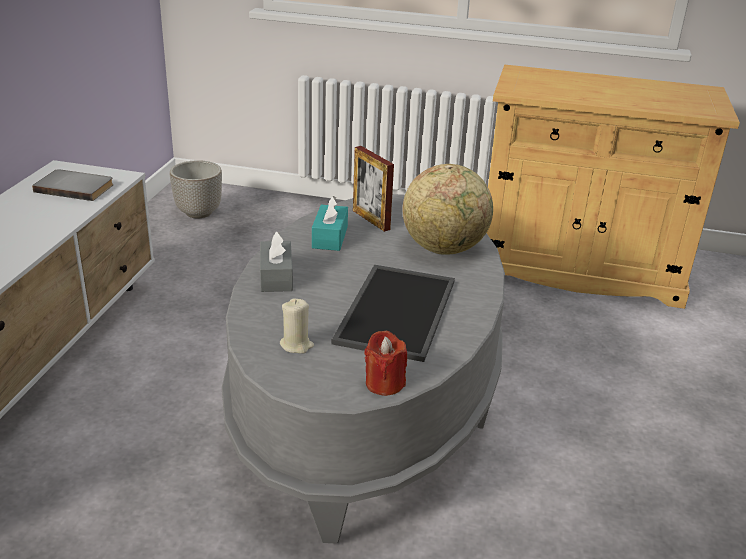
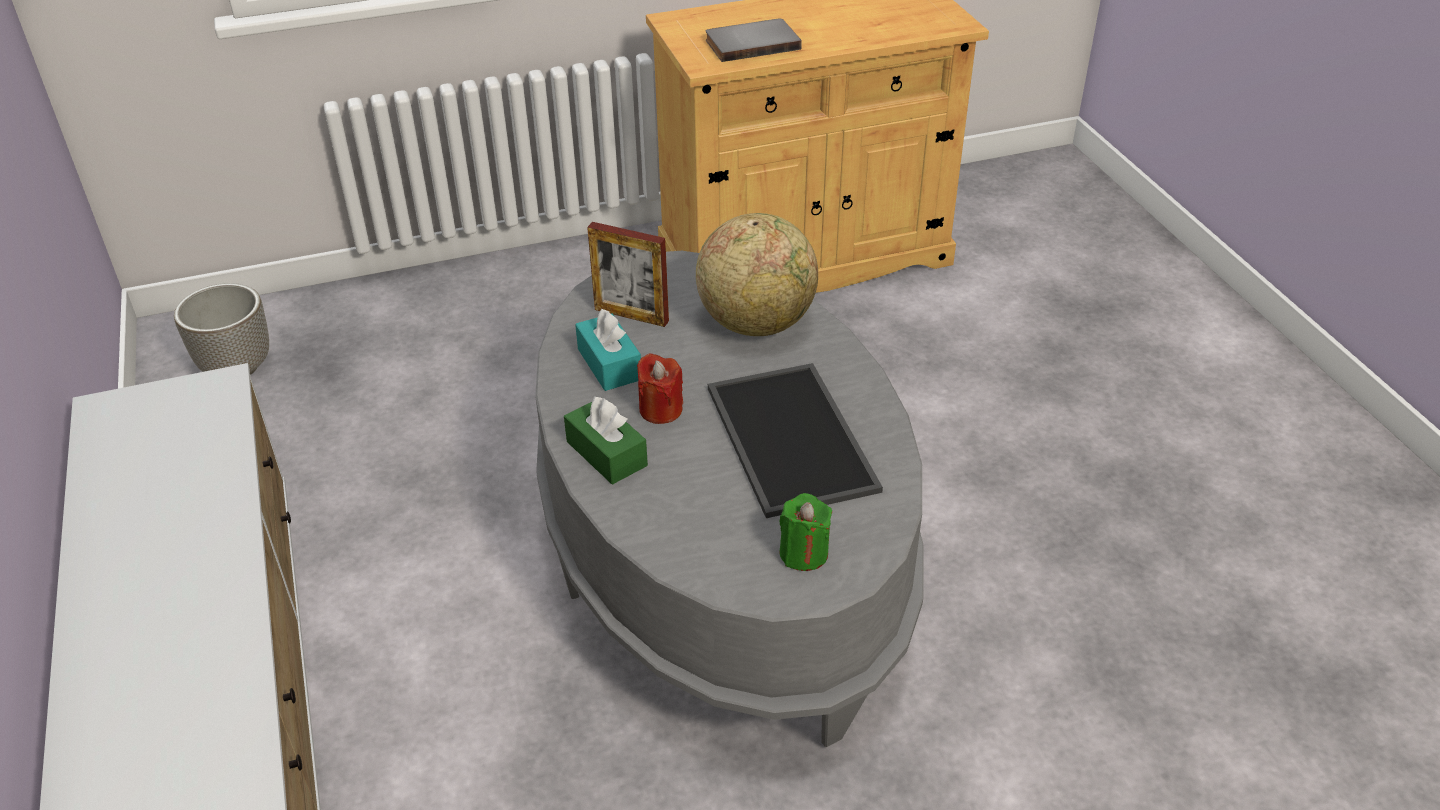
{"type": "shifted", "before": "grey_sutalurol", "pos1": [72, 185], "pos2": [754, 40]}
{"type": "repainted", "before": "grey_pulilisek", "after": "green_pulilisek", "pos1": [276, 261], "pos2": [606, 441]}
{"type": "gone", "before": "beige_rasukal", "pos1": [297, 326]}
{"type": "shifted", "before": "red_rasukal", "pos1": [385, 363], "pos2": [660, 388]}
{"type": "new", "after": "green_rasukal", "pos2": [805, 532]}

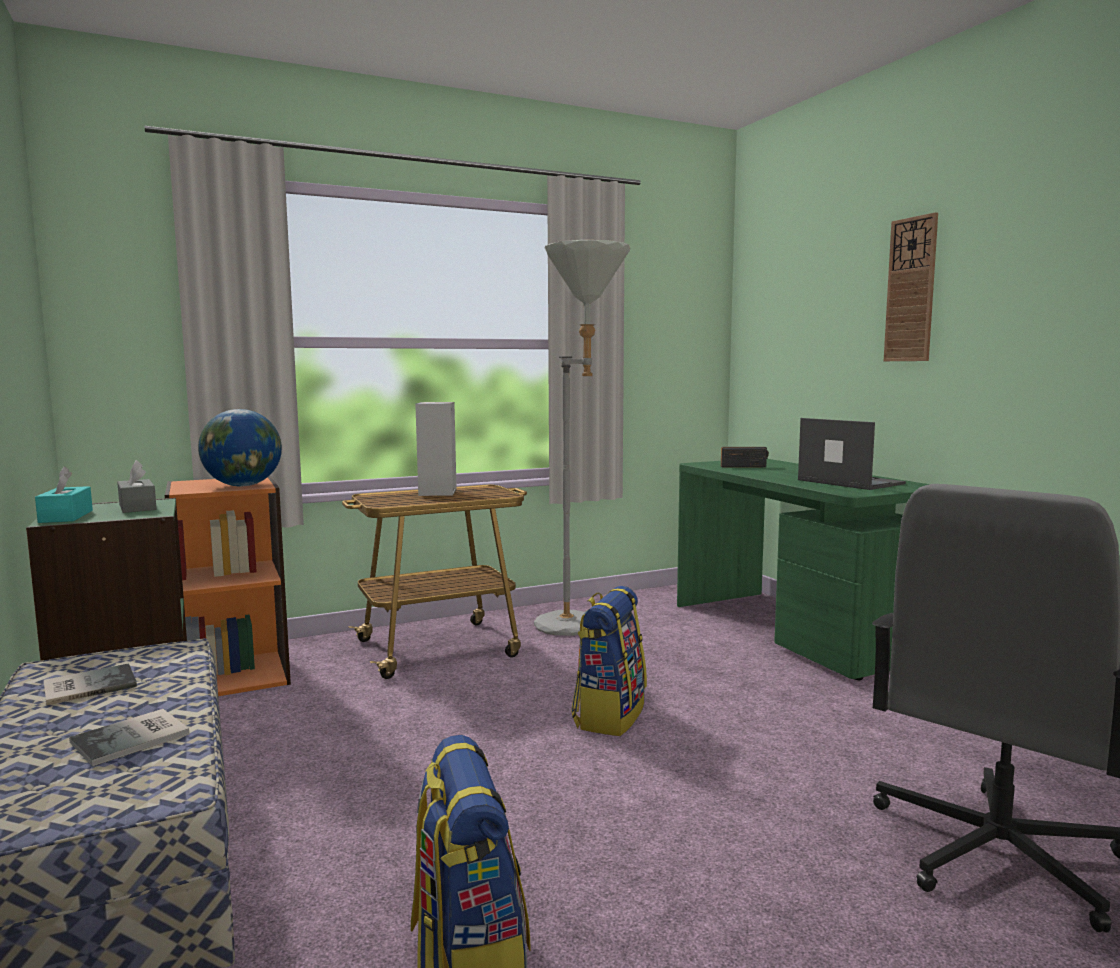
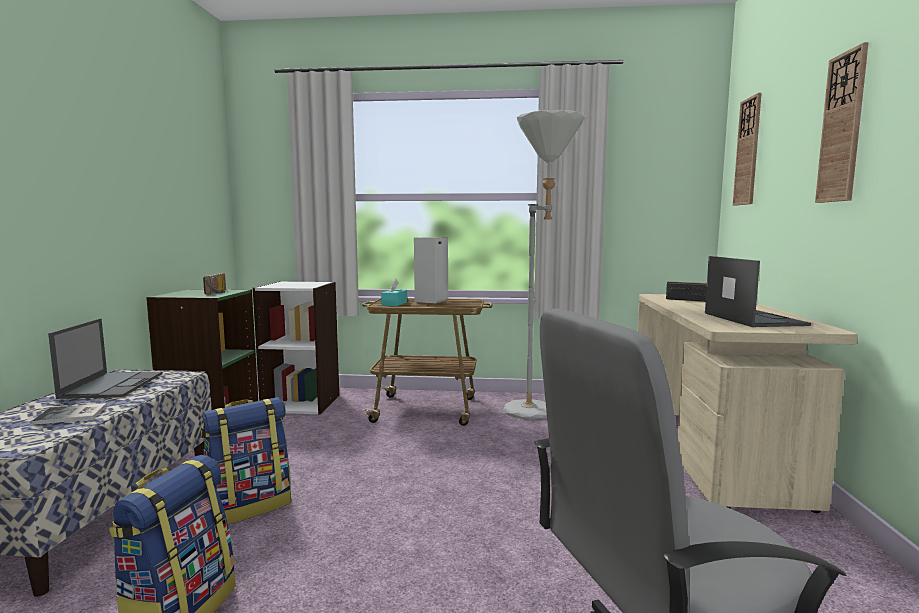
{"type": "gone", "before": "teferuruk", "pos1": [240, 447]}
{"type": "repainted", "before": "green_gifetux", "after": "beige_gifetux", "pos1": [803, 569], "pos2": [748, 403]}
{"type": "swapped", "before": "grey_pulilisek", "after": "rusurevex", "pos1": [137, 486], "pos2": [214, 284]}
{"type": "shifted", "before": "turquoise_pulilisek", "pos1": [64, 494], "pos2": [394, 292]}
{"type": "repainted", "before": "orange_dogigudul", "after": "white_dogigudul", "pos1": [228, 586], "pos2": [296, 348]}
{"type": "shifted", "before": "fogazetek", "pos1": [609, 661], "pos2": [246, 460]}
{"type": "swapped", "before": "sutalurol", "after": "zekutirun", "pos1": [90, 684], "pos2": [105, 358]}
{"type": "new", "after": "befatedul", "pos2": [747, 149]}

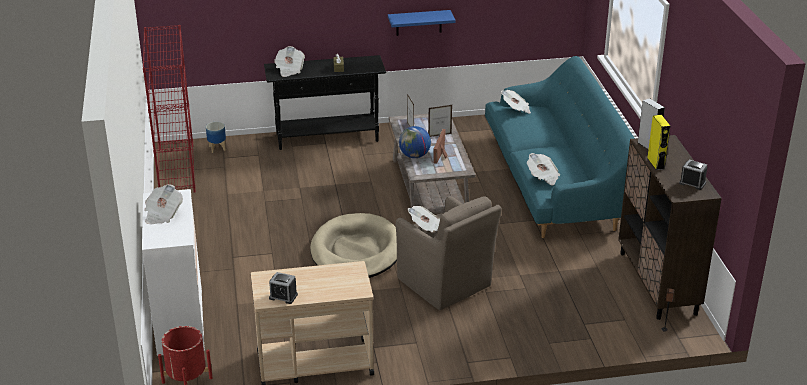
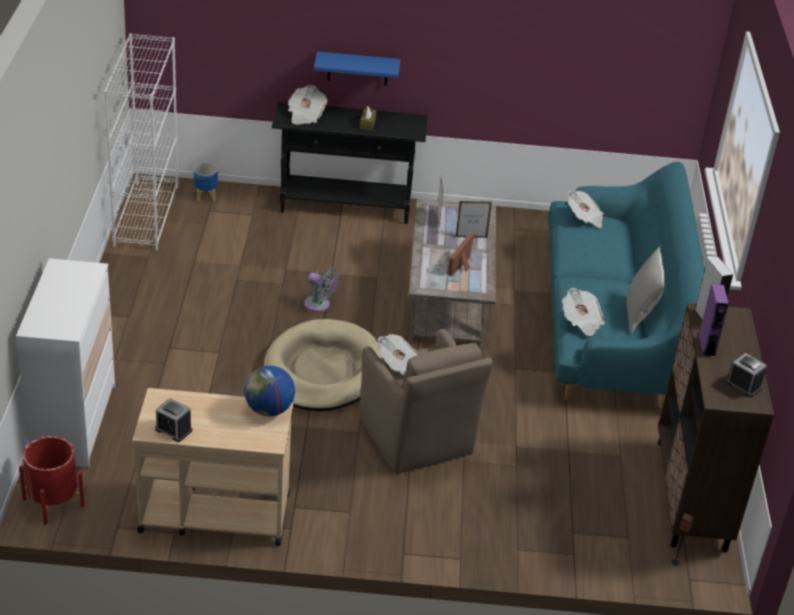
{"type": "shifted", "before": "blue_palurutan", "pos1": [421, 23], "pos2": [357, 68]}
{"type": "repainted", "before": "red_dogigudul", "after": "white_dogigudul", "pos1": [169, 109], "pos2": [141, 142]}
{"type": "repainted", "before": "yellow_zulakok", "after": "purple_zulakok", "pos1": [658, 142], "pos2": [713, 320]}
{"type": "shifted", "before": "teferuruk", "pos1": [415, 142], "pos2": [269, 391]}
{"type": "gone", "before": "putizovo", "pos1": [163, 204]}
{"type": "new", "after": "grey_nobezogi", "pos2": [645, 290]}
{"type": "new", "after": "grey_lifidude", "pos2": [321, 289]}

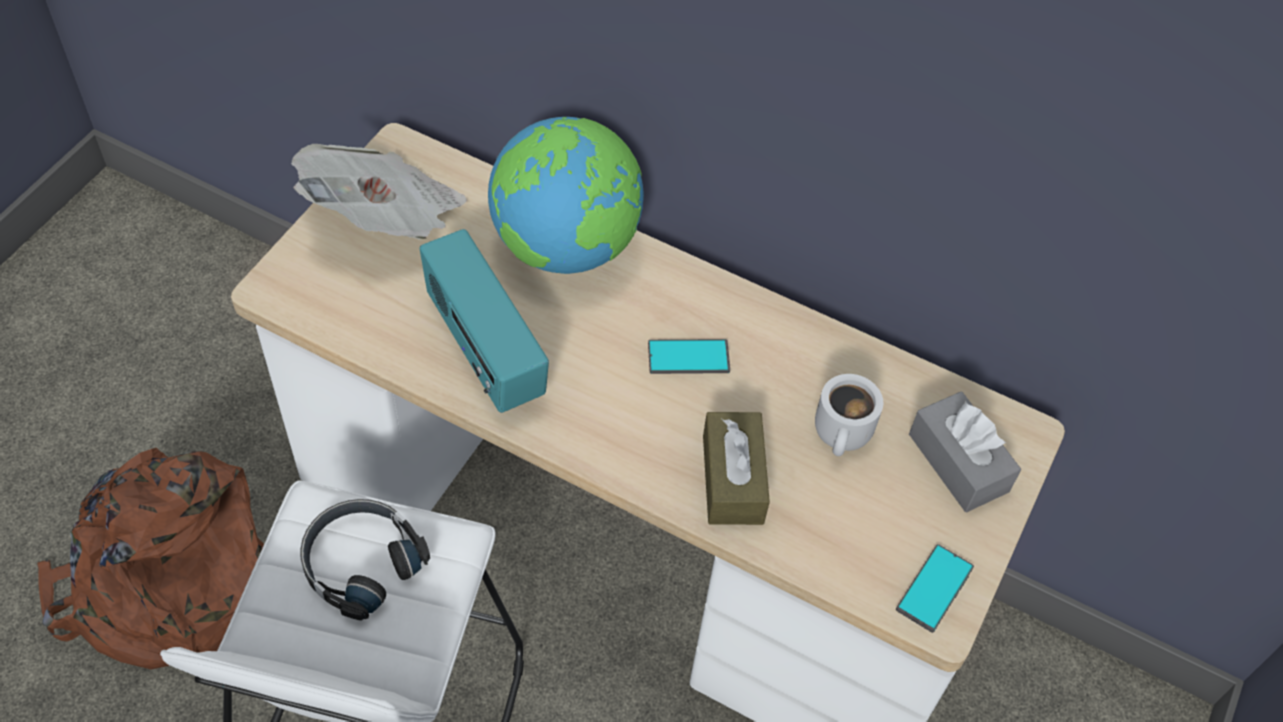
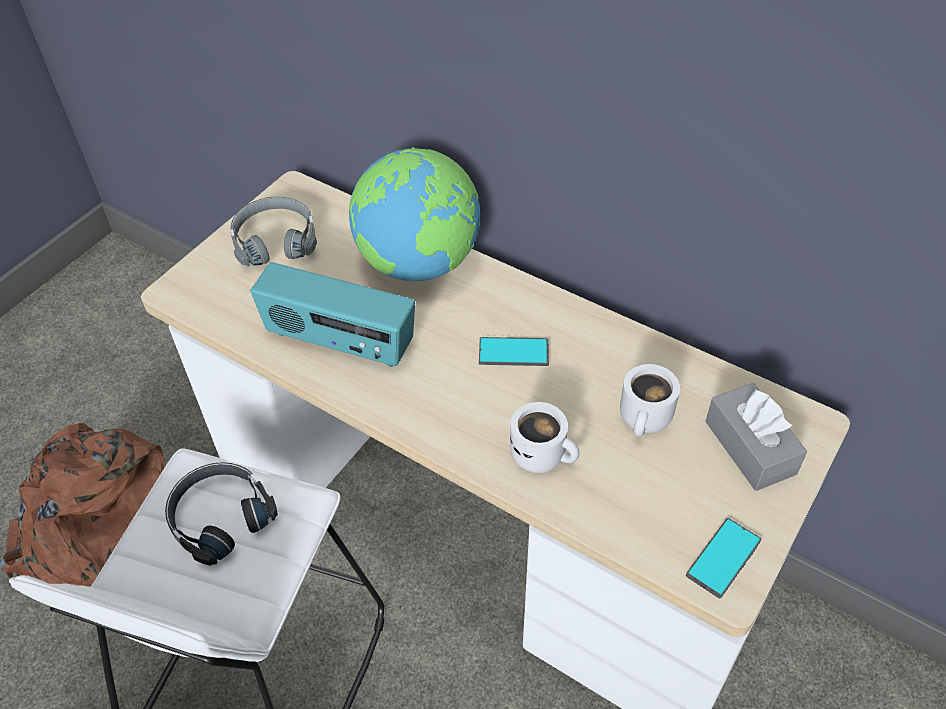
{"type": "swapped", "before": "putizovo", "after": "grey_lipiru", "pos1": [379, 191], "pos2": [274, 232]}
{"type": "rotated", "before": "rusurevex", "pos1": [484, 321], "pos2": [332, 314], "turn": -45}
{"type": "swapped", "before": "brown_pulilisek", "after": "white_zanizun", "pos1": [736, 468], "pos2": [544, 437]}

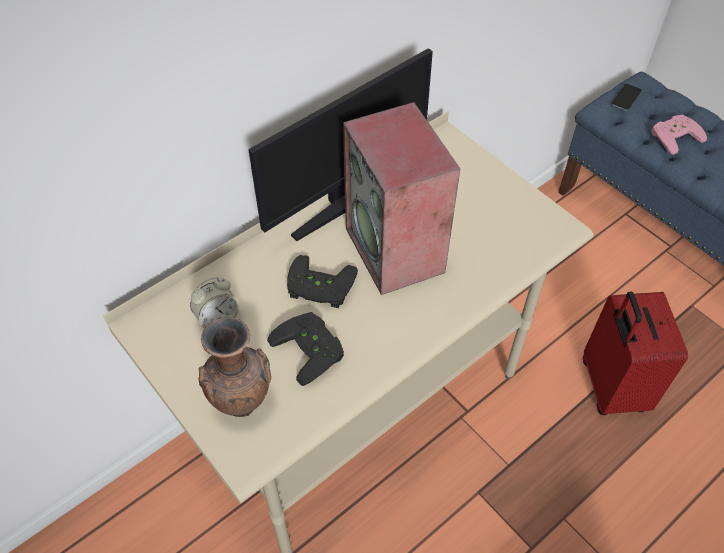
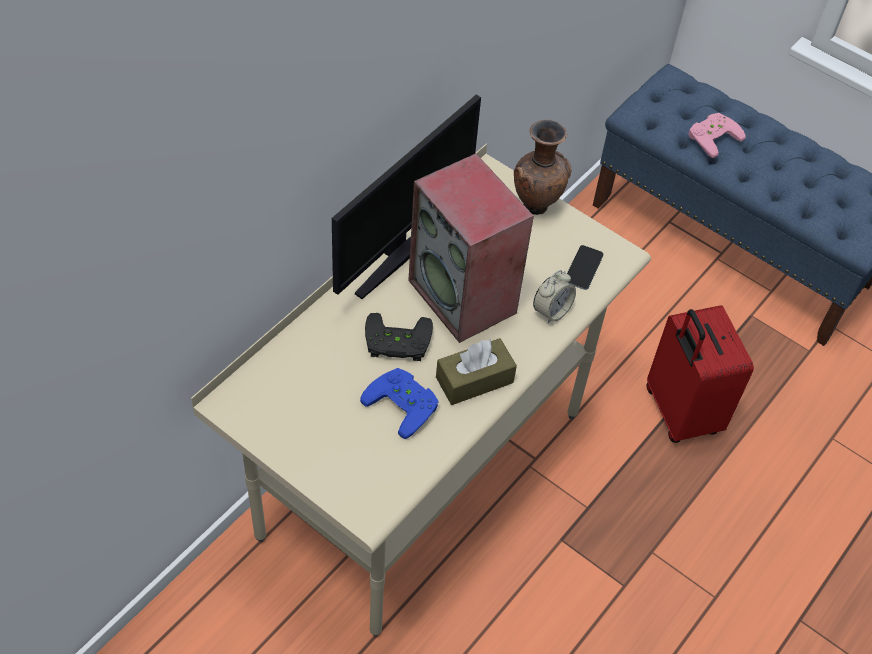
{"type": "shifted", "before": "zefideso", "pos1": [626, 97], "pos2": [585, 267]}
{"type": "shifted", "before": "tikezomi", "pos1": [215, 302], "pos2": [554, 297]}
{"type": "repainted", "before": "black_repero", "after": "blue_repero", "pos1": [305, 349], "pos2": [399, 403]}
{"type": "shifted", "before": "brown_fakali", "pos1": [235, 367], "pos2": [543, 167]}
{"type": "new", "after": "brown_pulilisek", "pos2": [476, 371]}

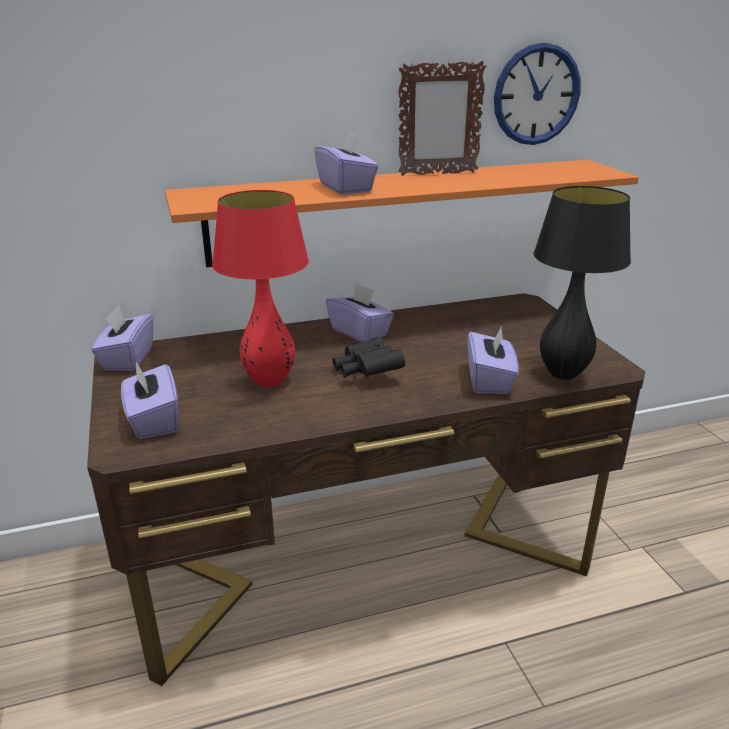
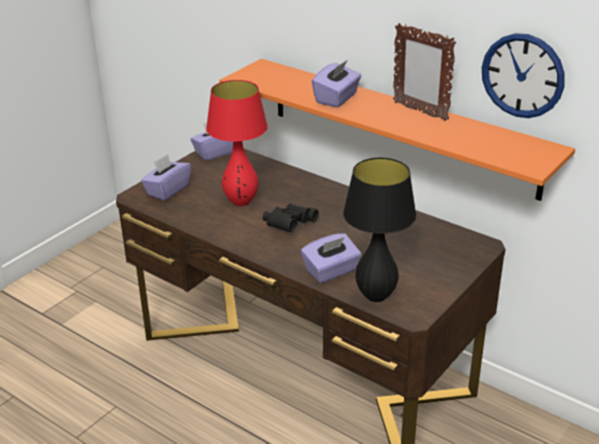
{"type": "gone", "before": "purple_pulilisek", "pos1": [360, 312]}

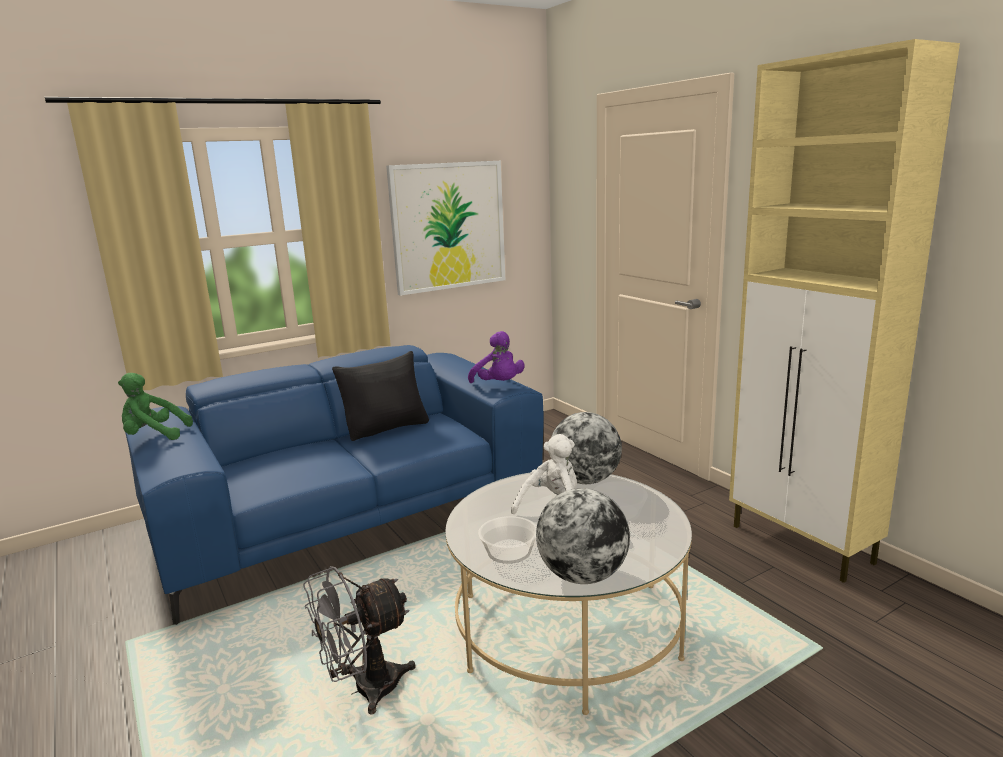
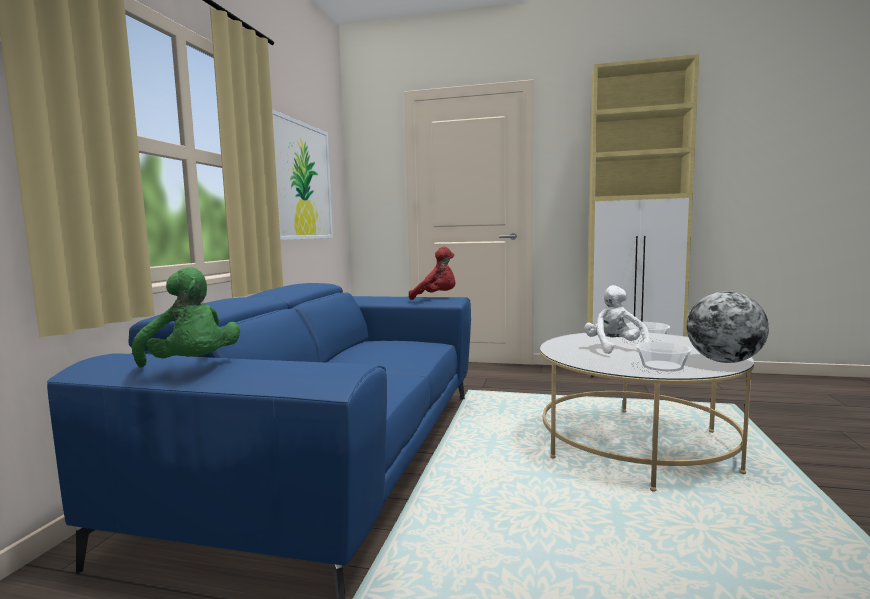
{"type": "repainted", "before": "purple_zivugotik", "after": "red_zivugotik", "pos1": [496, 357], "pos2": [432, 273]}
{"type": "gone", "before": "black_nobezogi", "pos1": [380, 396]}
{"type": "rotated", "before": "green_zivugotik", "pos1": [155, 406], "pos2": [186, 317], "turn": -90}
{"type": "gone", "before": "teferuruk", "pos1": [586, 448]}
{"type": "gone", "before": "grey_lifidude", "pos1": [359, 640]}

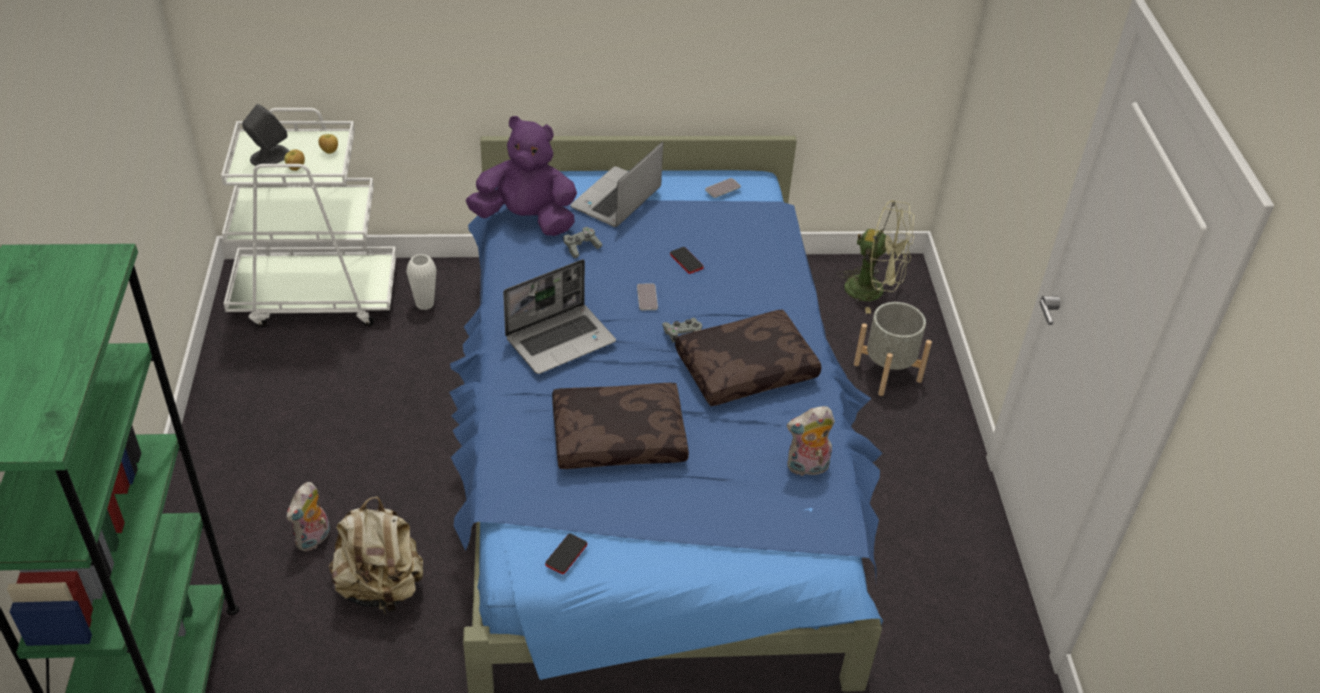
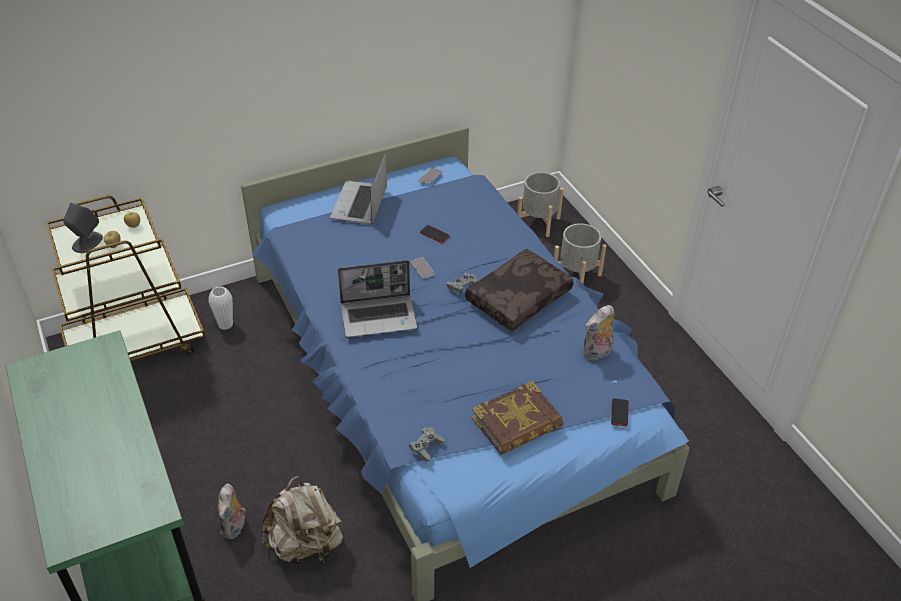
{"type": "repainted", "before": "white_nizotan", "after": "brown_nizotan", "pos1": [308, 217], "pos2": [125, 278]}
{"type": "gone", "before": "purple_zivugotik", "pos1": [521, 176]}
{"type": "swapped", "before": "green_lifidude", "after": "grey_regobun", "pos1": [876, 256], "pos2": [541, 204]}
{"type": "shifted", "before": "grey_repero", "pos1": [582, 242], "pos2": [427, 444]}
{"type": "rotated", "before": "zekutirun", "pos1": [559, 316], "pos2": [377, 298], "turn": 45}
{"type": "gone", "before": "brown_nobezogi", "pos1": [620, 426]}
{"type": "shifted", "before": "zefideso", "pos1": [566, 553], "pos2": [620, 412]}
{"type": "new", "after": "sutalurol", "pos2": [517, 418]}

